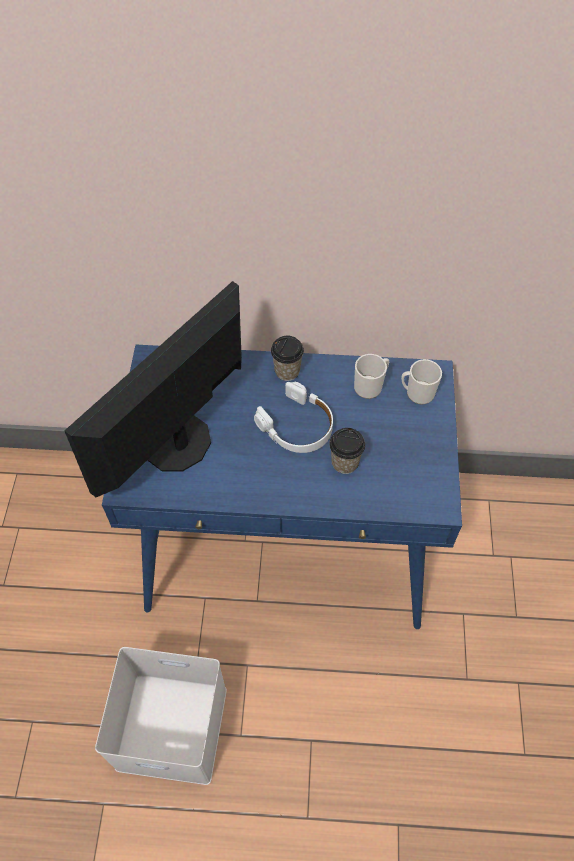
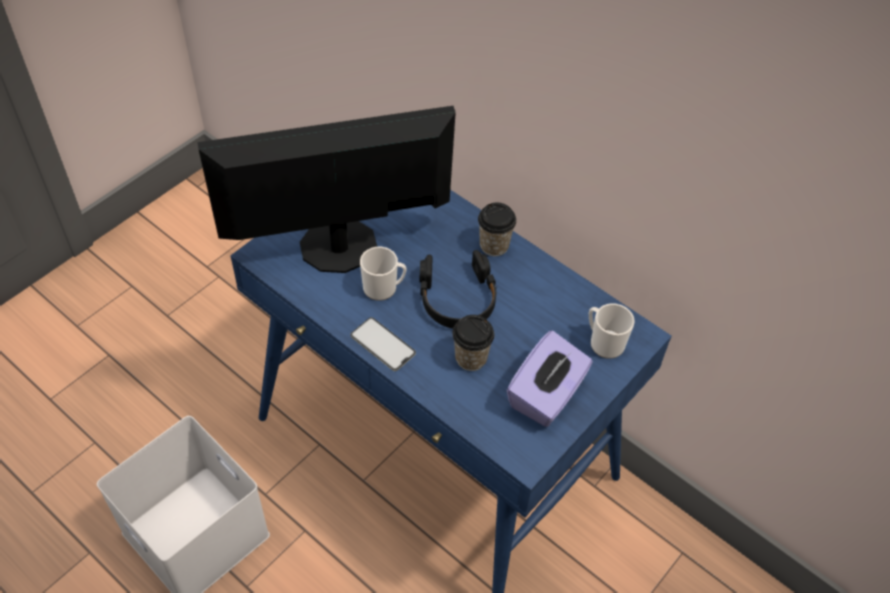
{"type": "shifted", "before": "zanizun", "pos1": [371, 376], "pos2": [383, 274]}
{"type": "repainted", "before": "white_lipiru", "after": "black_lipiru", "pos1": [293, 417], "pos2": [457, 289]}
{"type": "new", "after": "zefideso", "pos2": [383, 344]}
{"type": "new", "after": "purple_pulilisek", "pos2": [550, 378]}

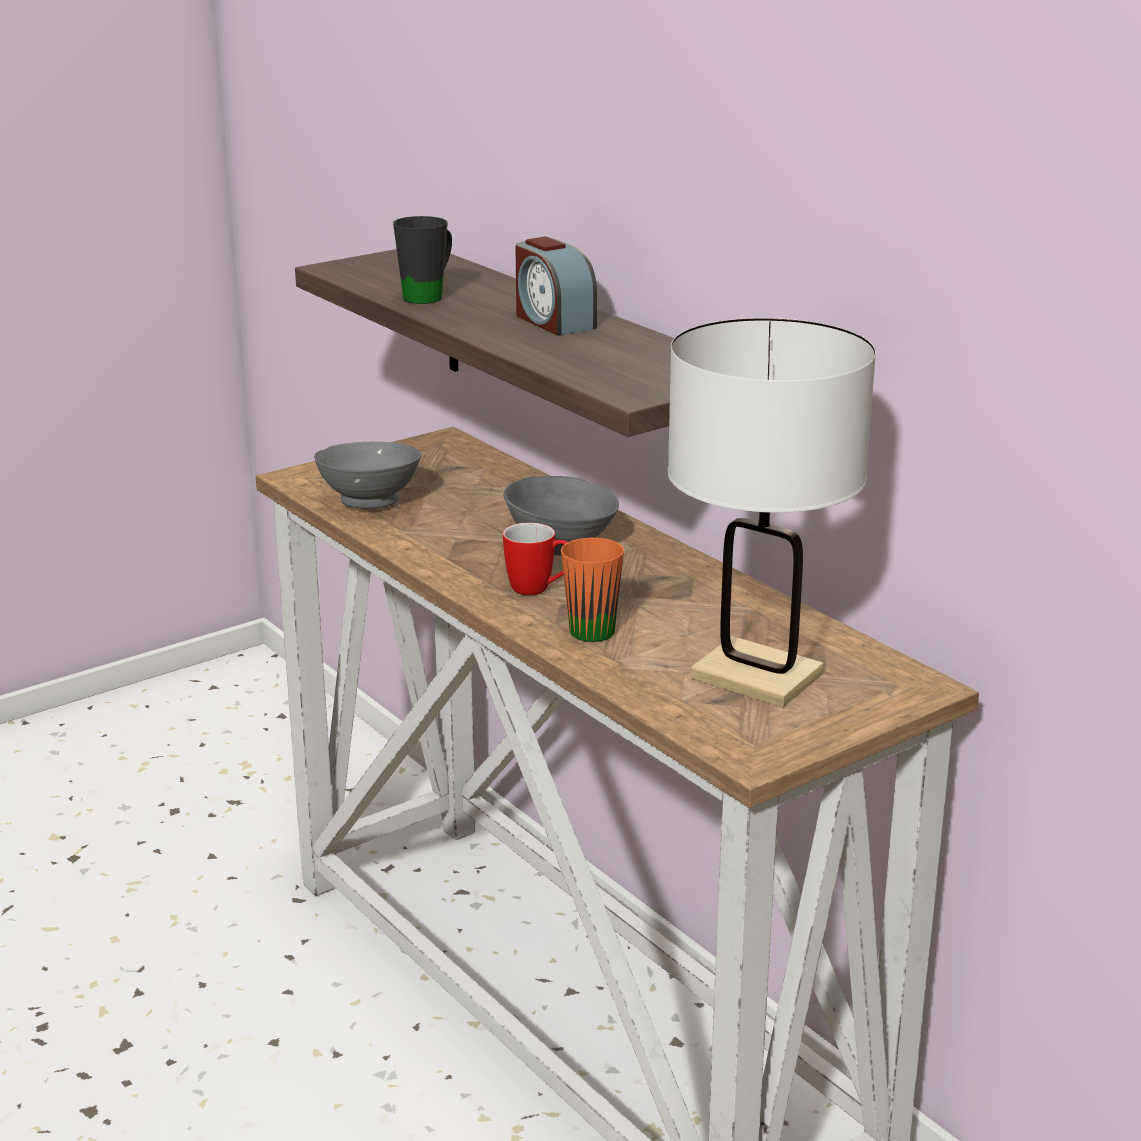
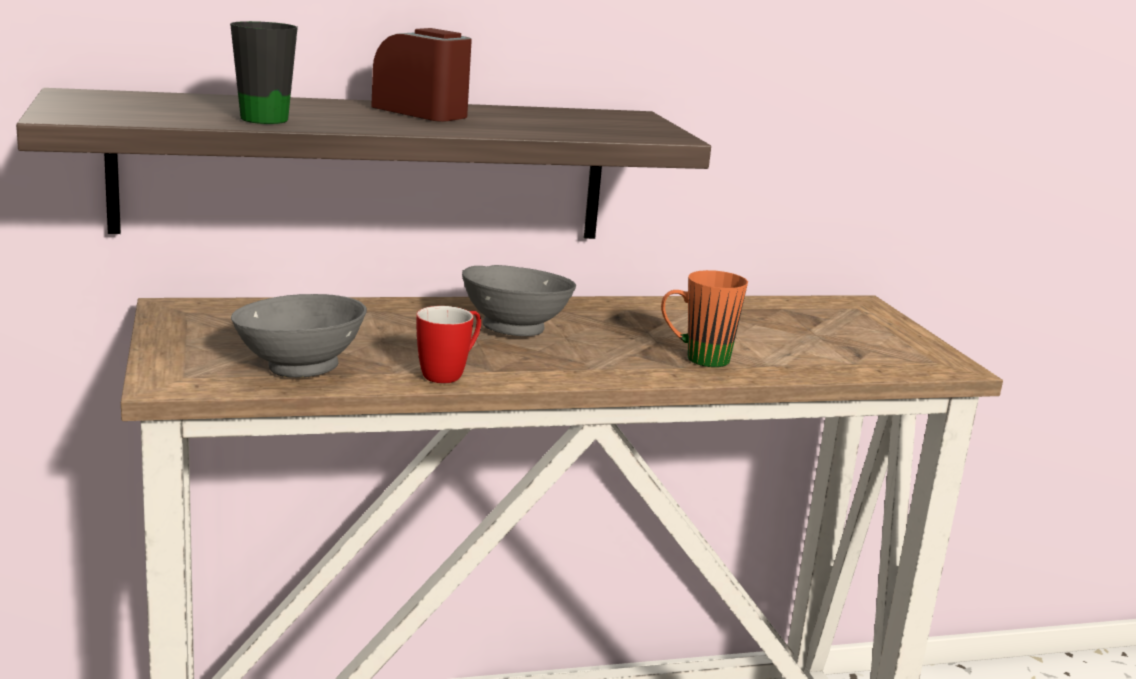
{"type": "rotated", "before": "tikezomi", "pos1": [556, 286], "pos2": [421, 75], "turn": -135}
{"type": "gone", "before": "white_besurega", "pos1": [772, 512]}
{"type": "shifted", "before": "zanizun", "pos1": [535, 559], "pos2": [448, 344]}

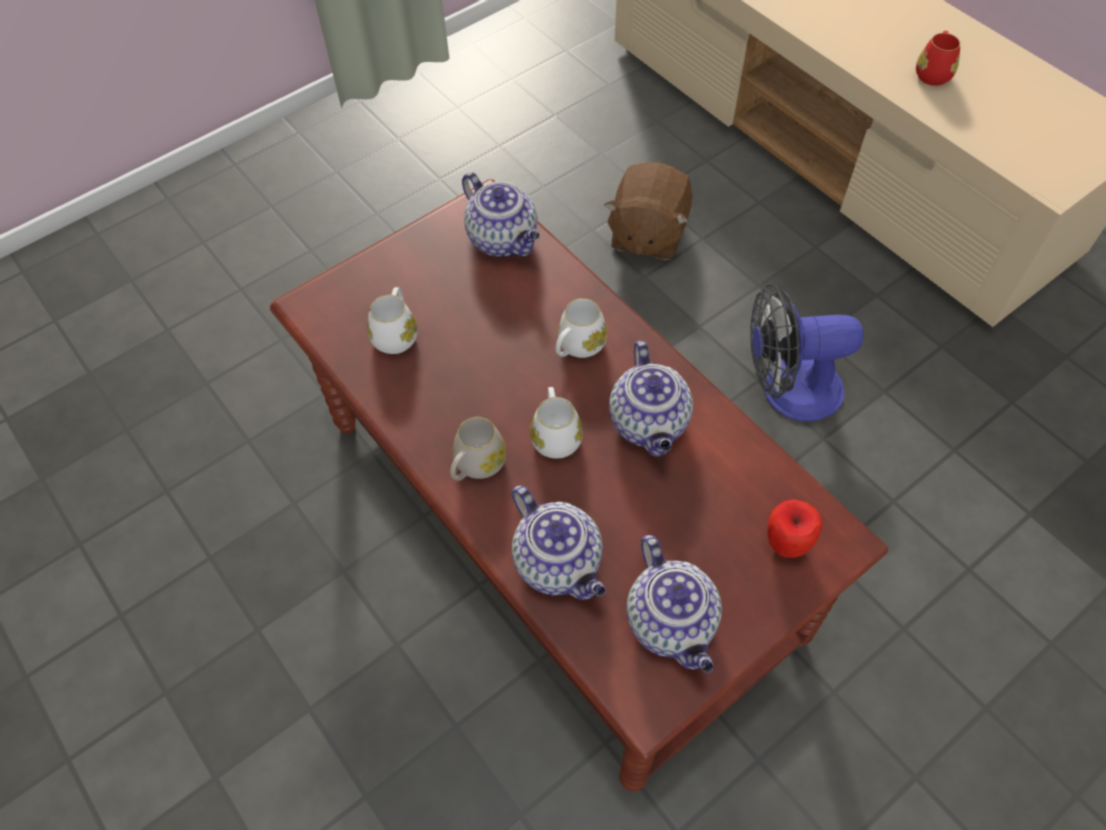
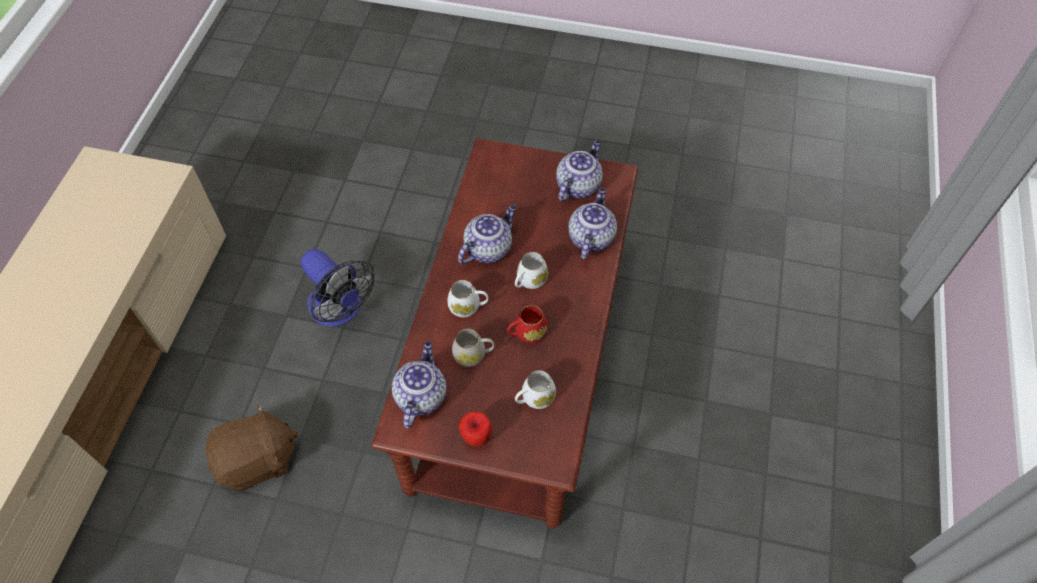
{"type": "shifted", "before": "red_zanizun", "pos1": [938, 58], "pos2": [527, 324]}
{"type": "shifted", "before": "white_zanizun", "pos1": [478, 449], "pos2": [473, 348]}
{"type": "shifted", "before": "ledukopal", "pos1": [795, 528], "pos2": [475, 429]}

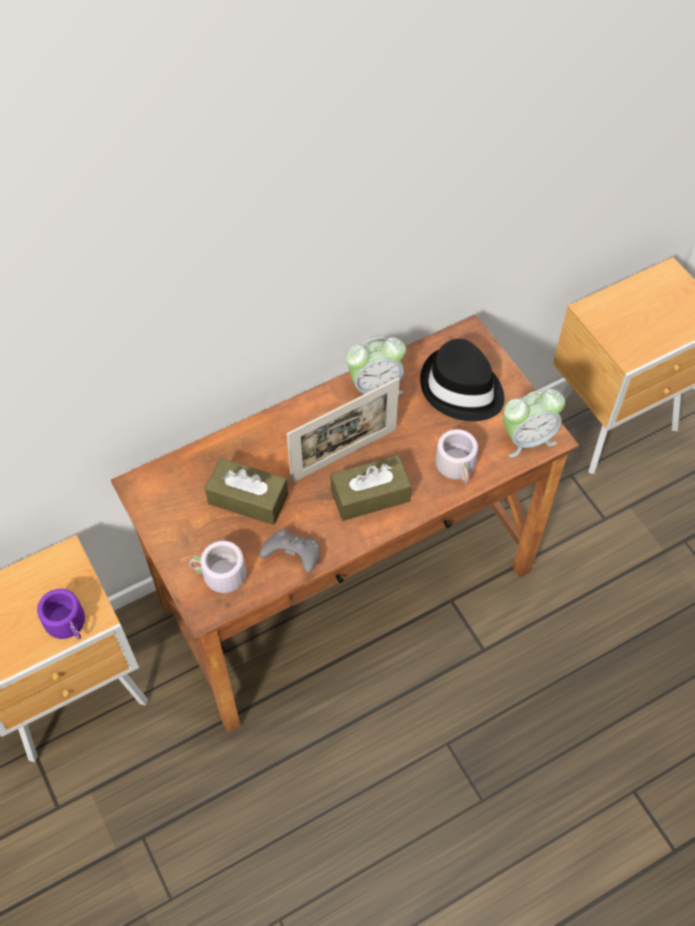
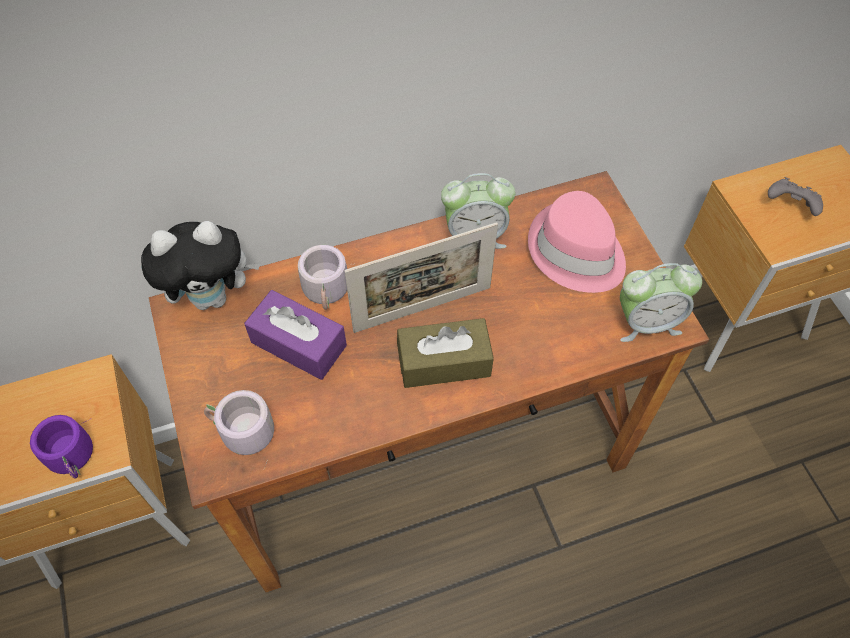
{"type": "repainted", "before": "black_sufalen", "after": "pink_sufalen", "pos1": [462, 380], "pos2": [577, 242]}
{"type": "shifted", "before": "grey_zanizun", "pos1": [456, 456], "pos2": [324, 277]}
{"type": "repainted", "before": "brown_pulilisek", "after": "purple_pulilisek", "pos1": [246, 491], "pos2": [295, 335]}
{"type": "shifted", "before": "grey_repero", "pos1": [290, 551], "pos2": [795, 196]}
{"type": "new", "after": "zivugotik", "pos2": [201, 265]}

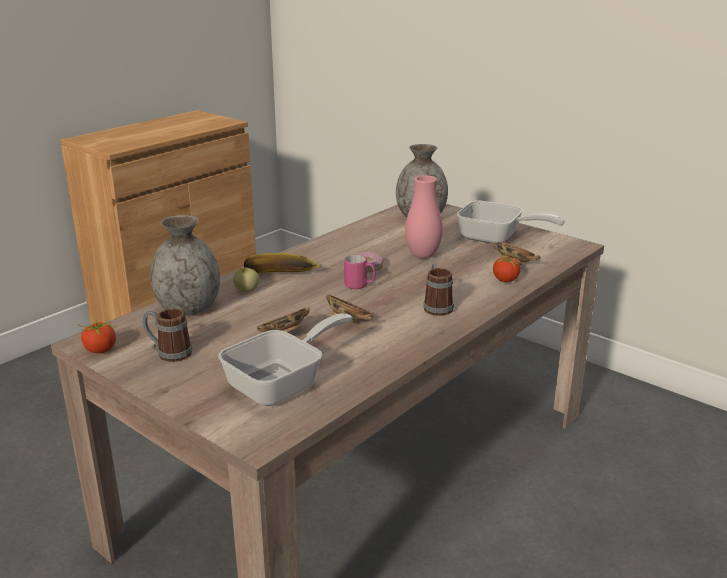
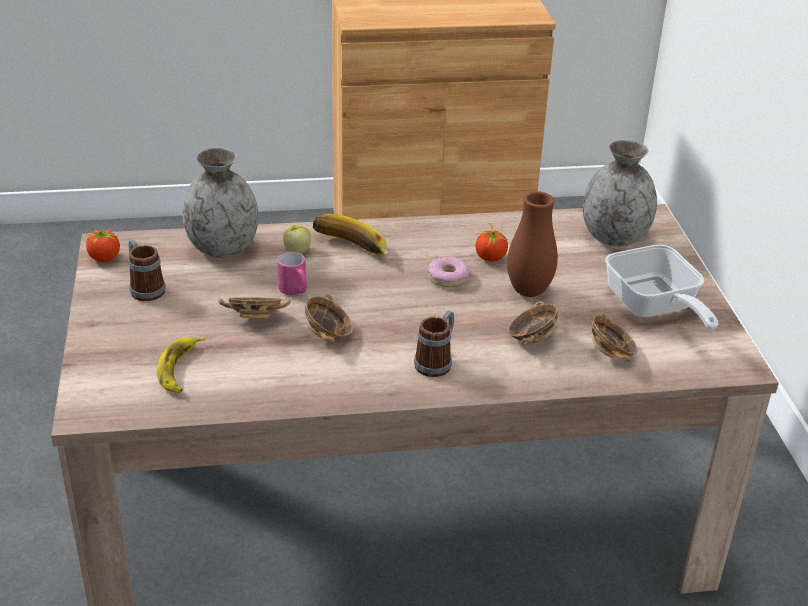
{"type": "repainted", "before": "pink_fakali", "after": "brown_fakali", "pos1": [424, 217], "pos2": [532, 244]}
{"type": "shifted", "before": "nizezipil", "pos1": [506, 267], "pos2": [491, 242]}
{"type": "shifted", "before": "pink_zanizun", "pos1": [360, 272], "pos2": [292, 273]}
{"type": "swapped", "before": "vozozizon", "after": "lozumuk", "pos1": [285, 359], "pos2": [181, 365]}
{"type": "new", "after": "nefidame", "pos2": [533, 323]}

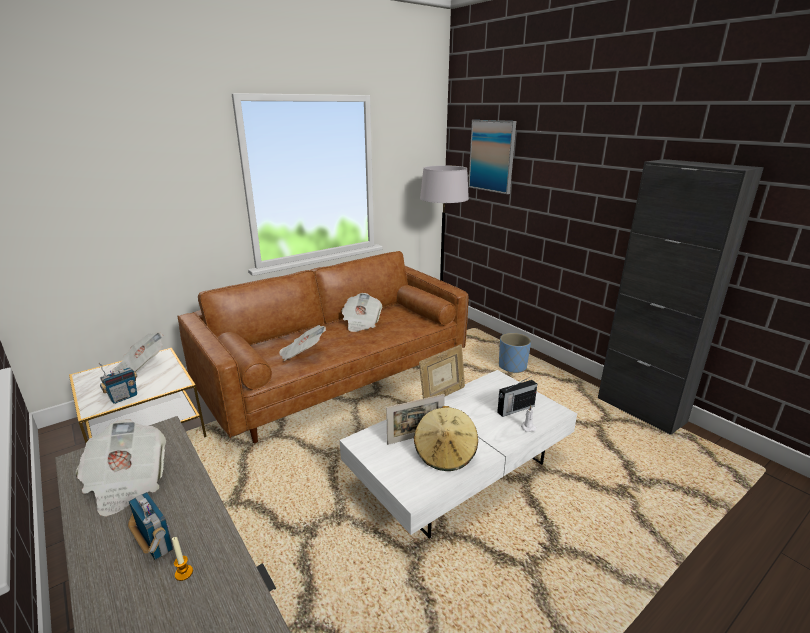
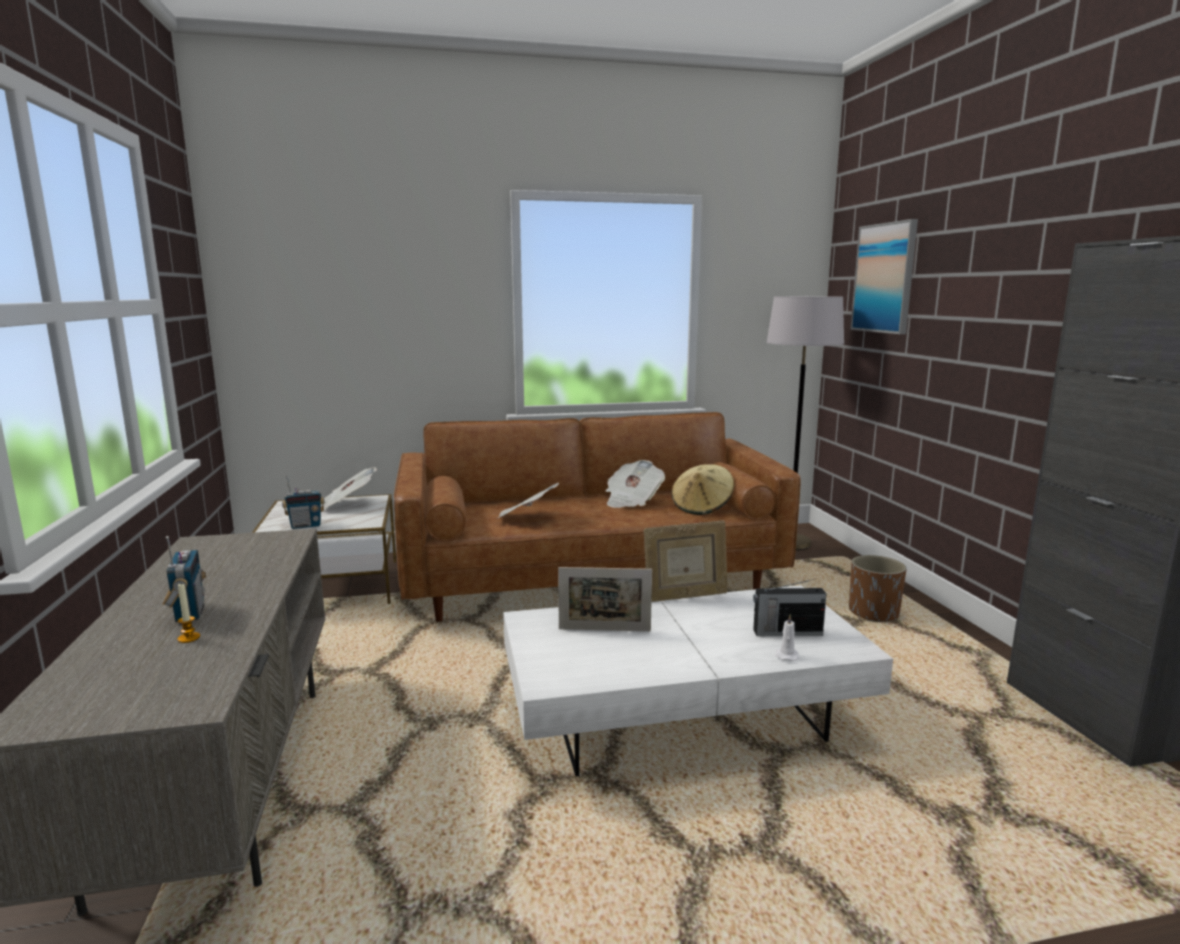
{"type": "repainted", "before": "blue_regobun", "after": "brown_regobun", "pos1": [515, 353], "pos2": [878, 588]}
{"type": "shifted", "before": "beige_sufalen", "pos1": [446, 438], "pos2": [702, 489]}
{"type": "gone", "before": "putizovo", "pos1": [121, 468]}

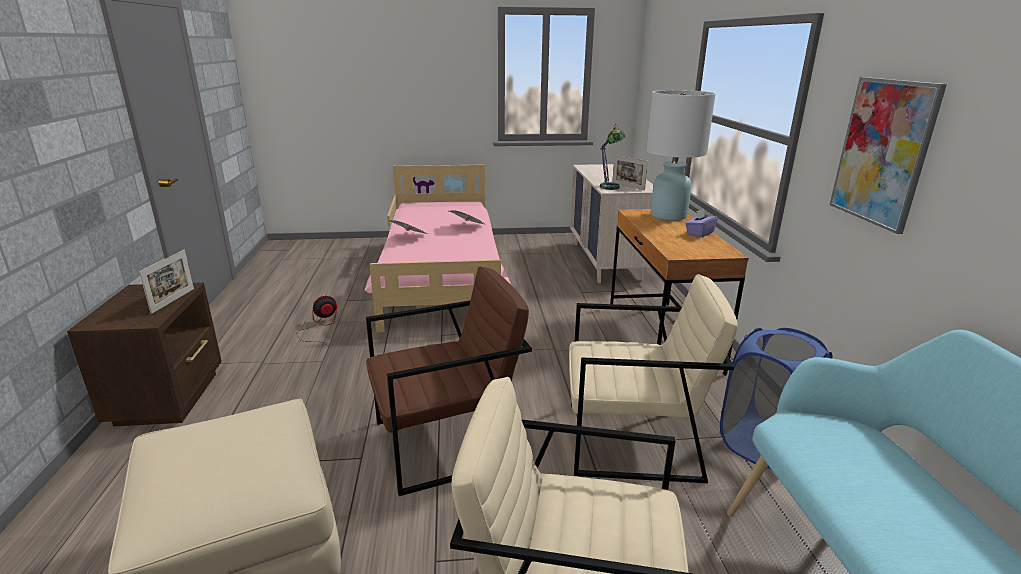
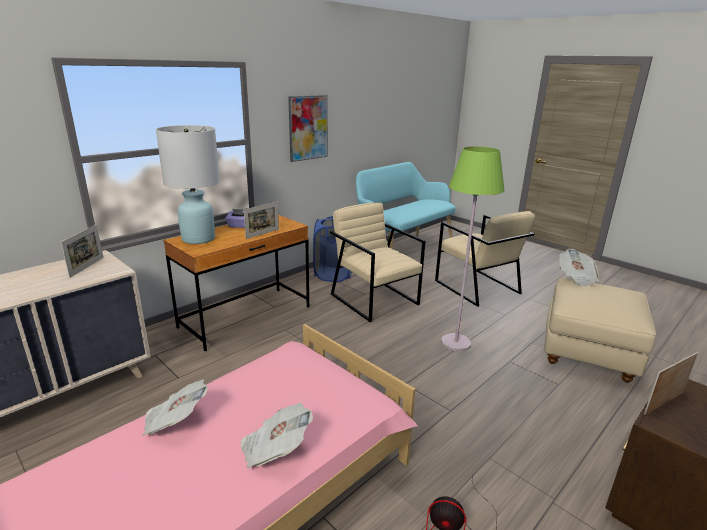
{"type": "gone", "before": "besurega", "pos1": [613, 157]}
{"type": "swapped", "before": "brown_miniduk", "after": "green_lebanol", "pos1": [449, 381], "pos2": [473, 249]}
{"type": "new", "after": "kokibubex", "pos2": [261, 220]}
{"type": "new", "after": "putizovo", "pos2": [579, 268]}

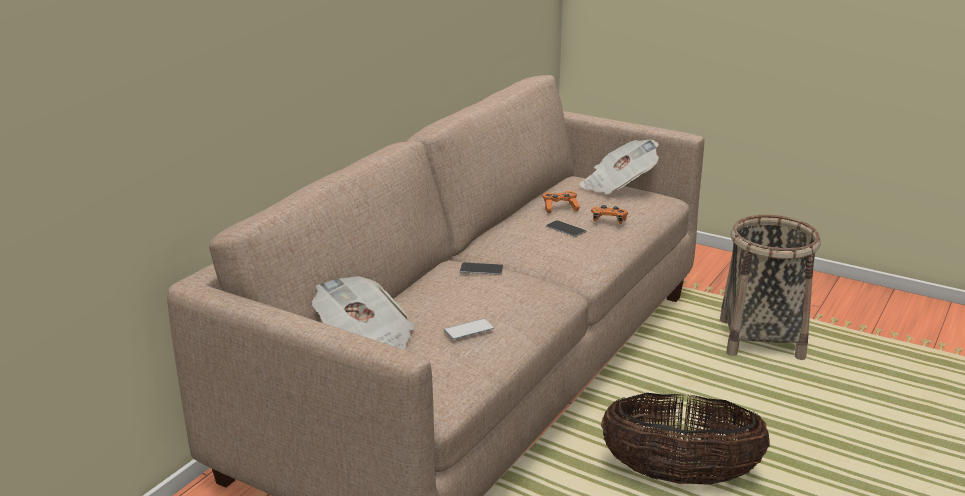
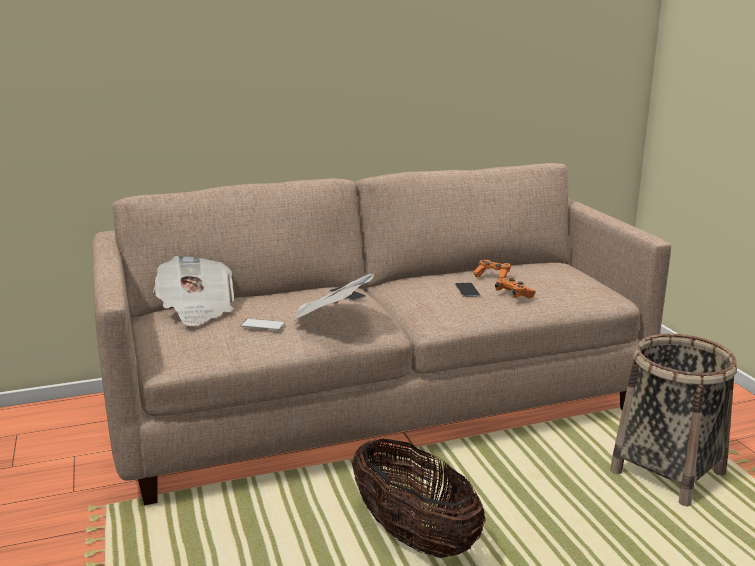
{"type": "shifted", "before": "putizovo", "pos1": [619, 167], "pos2": [332, 297]}

